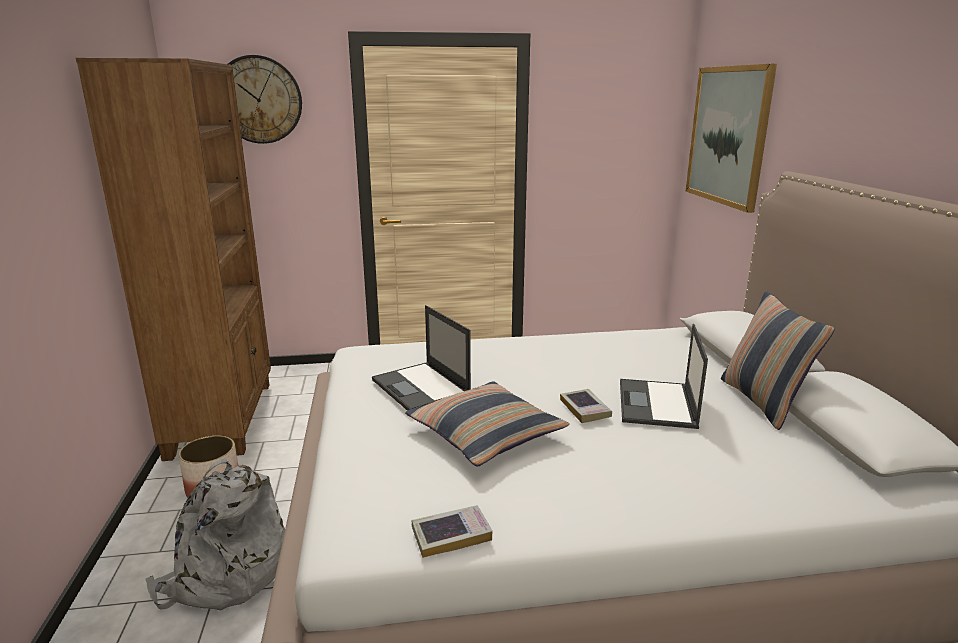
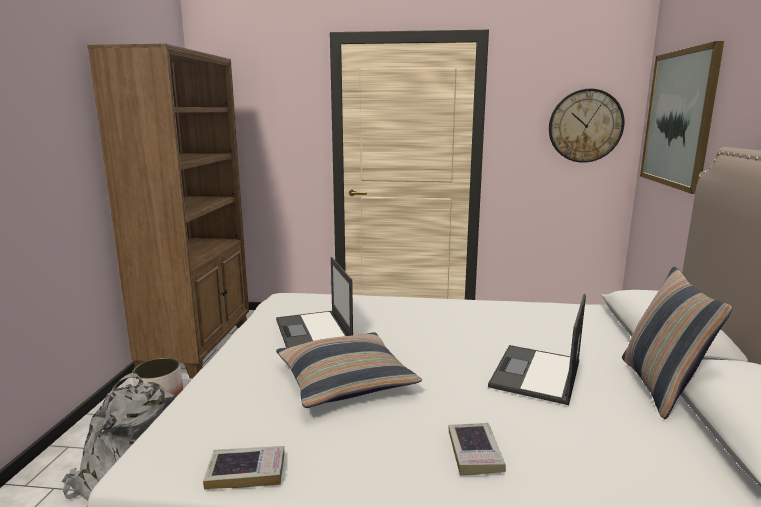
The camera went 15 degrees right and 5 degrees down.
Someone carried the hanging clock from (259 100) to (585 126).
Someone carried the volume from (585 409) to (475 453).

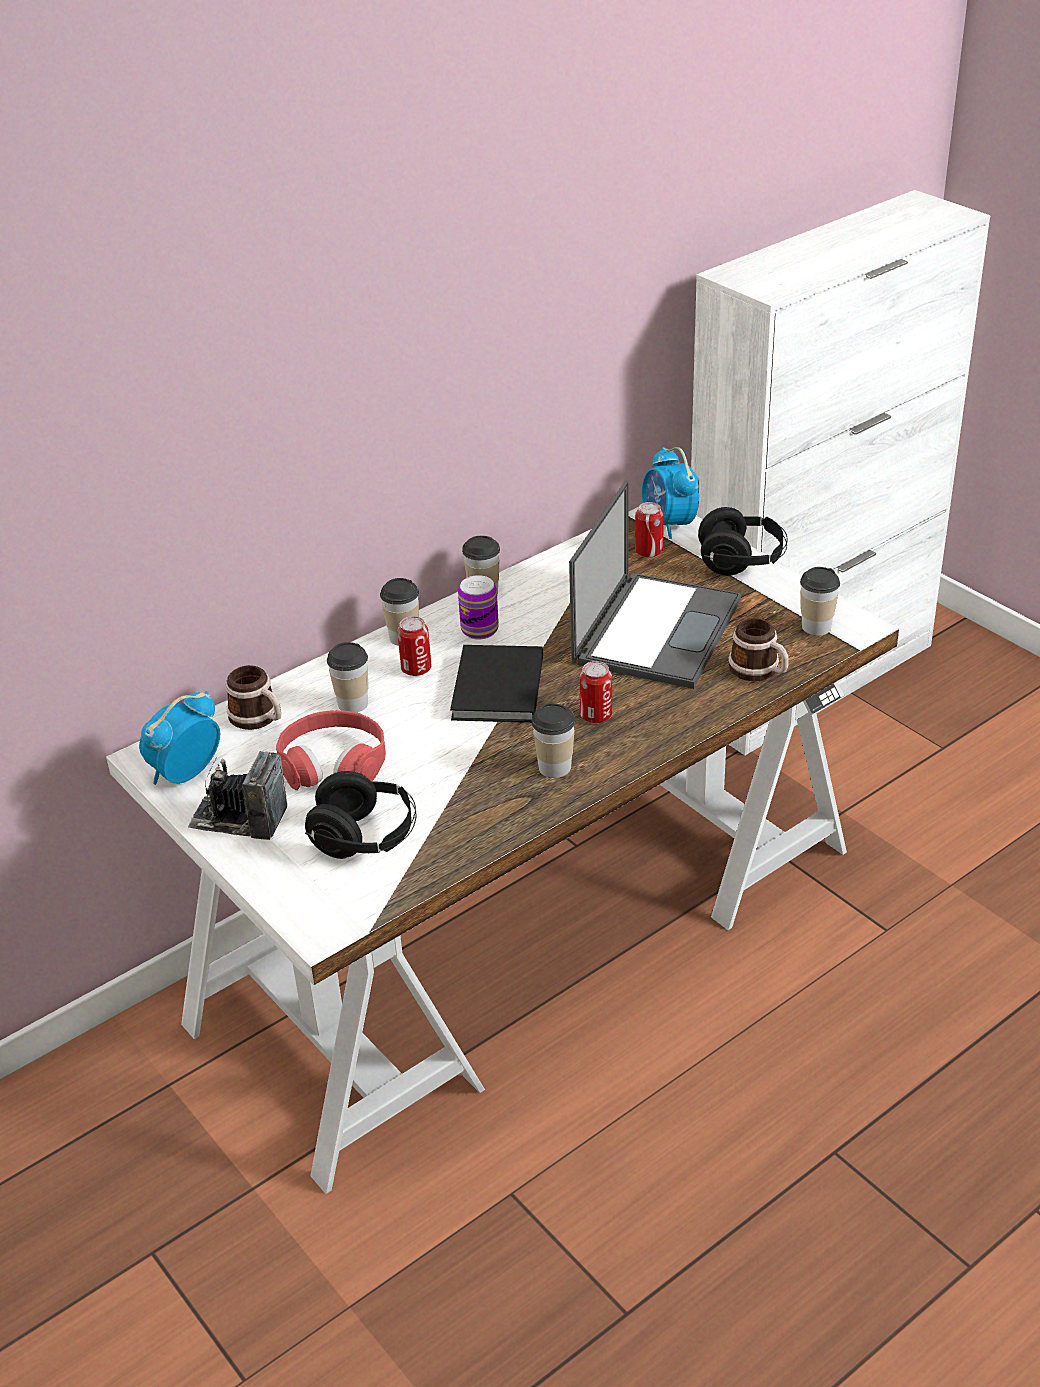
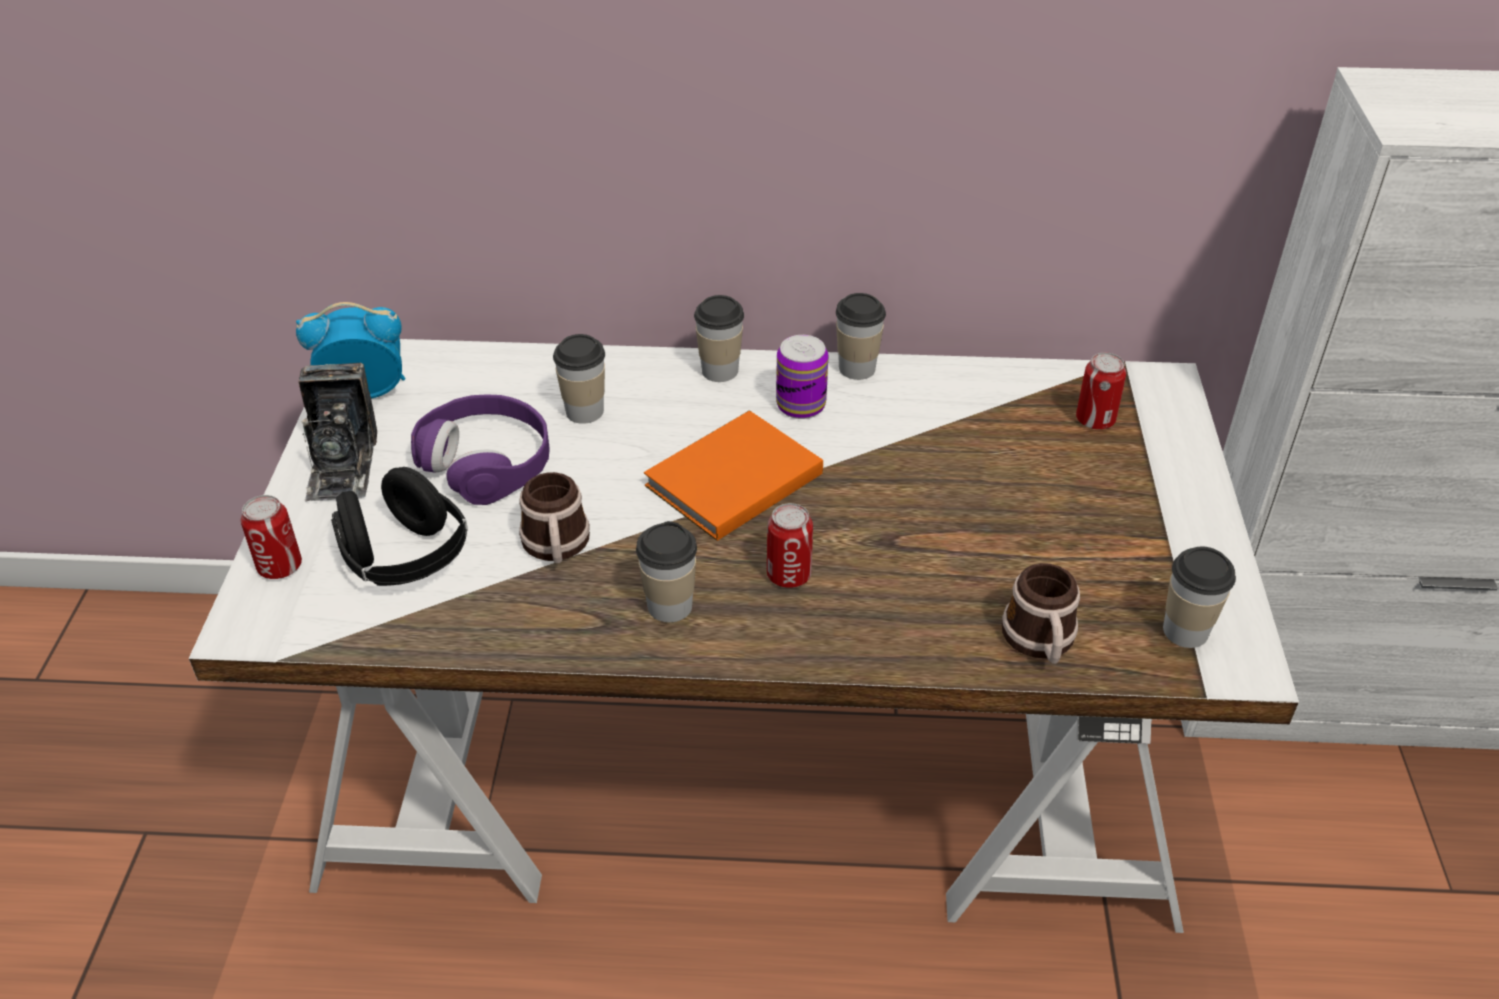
The camera went 40 degrees right and 5 degrees up.
Someone took away the bedside clock at (669 525).
Someone took away the portable computer at (657 629).
Someone took away the black-coloured headset at (742 562).
Someone carried the metal can from (416 669) to (280 566).
Someone repainted the black-coloured volume at (496 690), which became the orange-coloured volume at (729 480).
Someone carried the coffee mug from (259 718) to (556 547).
Someone repainted the red headset at (333 763), which became the purple headset at (487 461).
Someone rotated the still camera at (239 818) by 150 degrees counterclockwise.

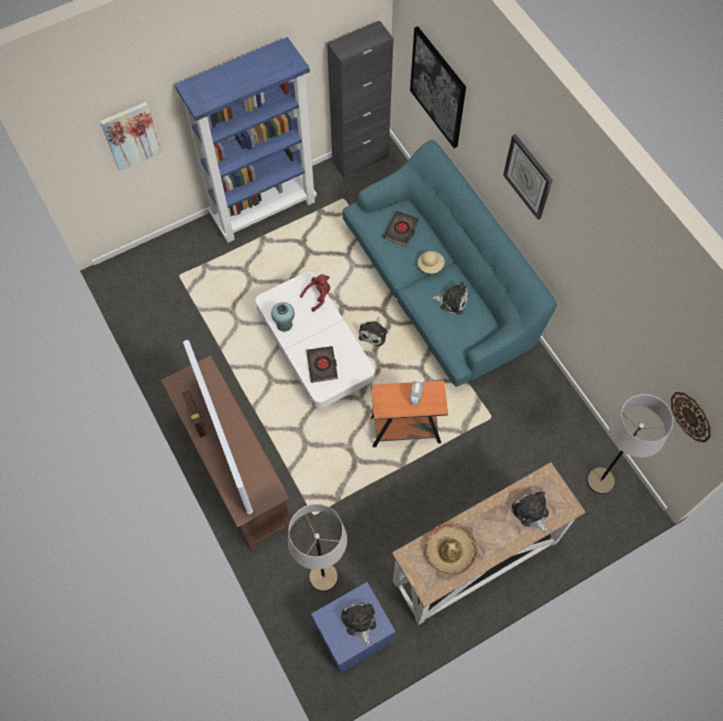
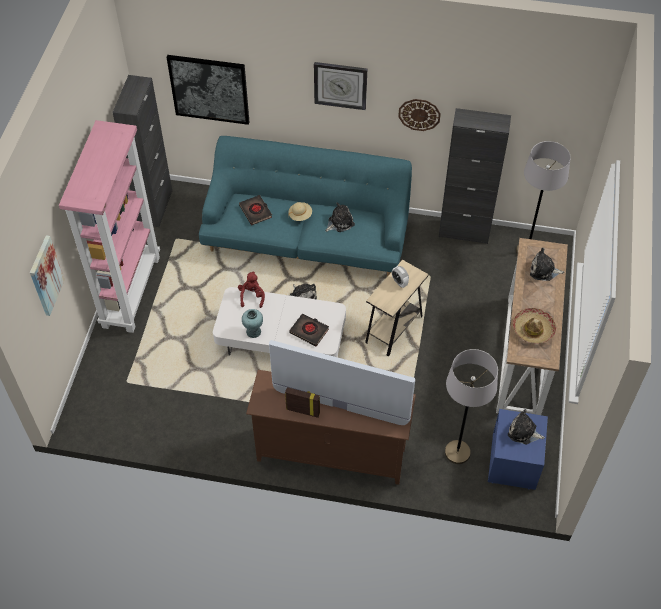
The camera went 50 degrees left and 10 degrees down.
Someone repainted the bluish bookshelf at (264 209), which became the pinkish bookshelf at (131 291).
Someone repainted the orange-coloured side table at (405 430), which became the beige side table at (394 329).
Someone carried the hanging clock from (691 416) to (419 114).
Someone put down the black-coloured storage cabinet at (464 232).

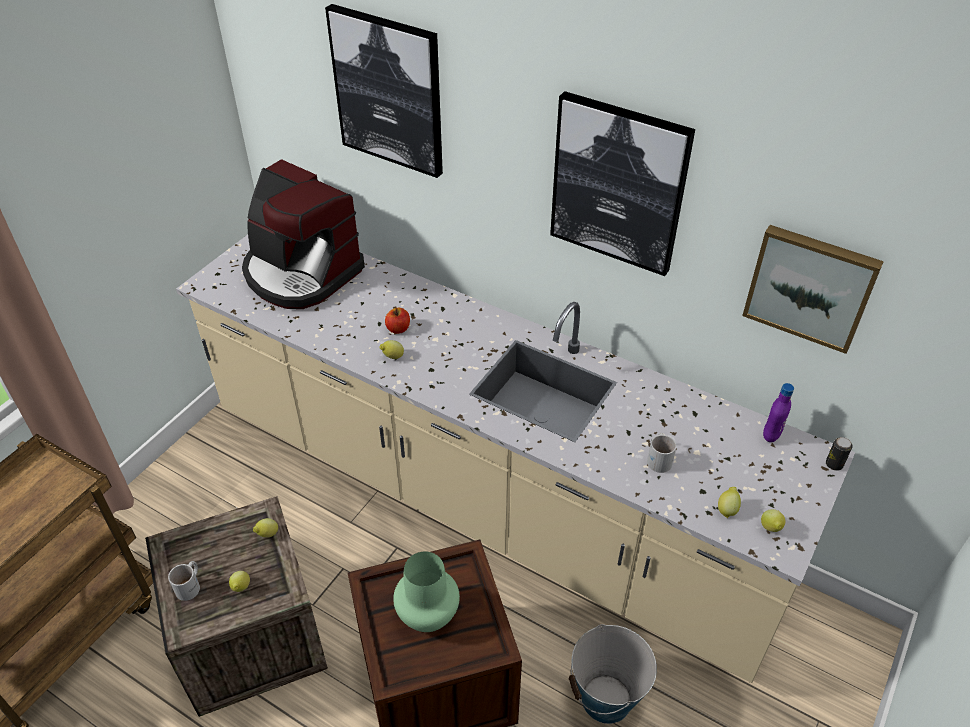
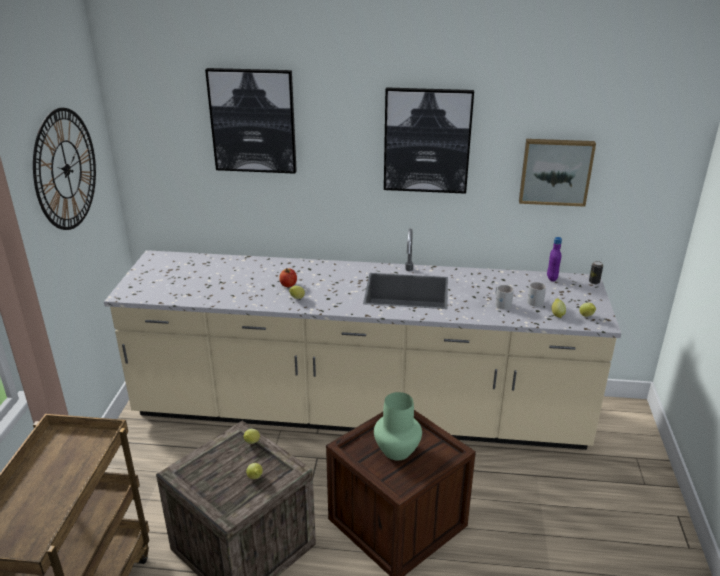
The camera went 25 degrees left and 15 degrees down.
Someone took away the coffee brewer at (301 273).
Someone carried the whitish coffee mug from (191 585) to (534 300).
Someone took away the water bucket at (606 699).
Someone put up the hanging clock at (66 169).

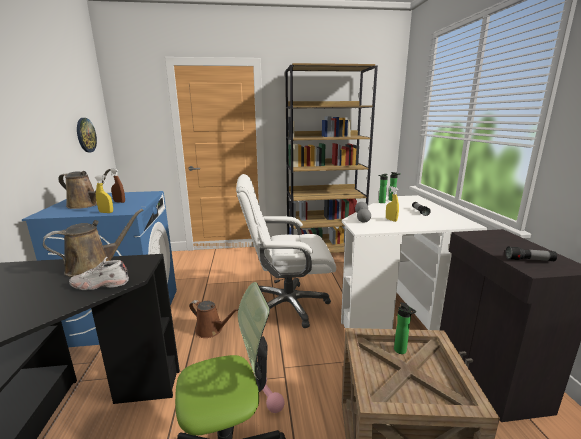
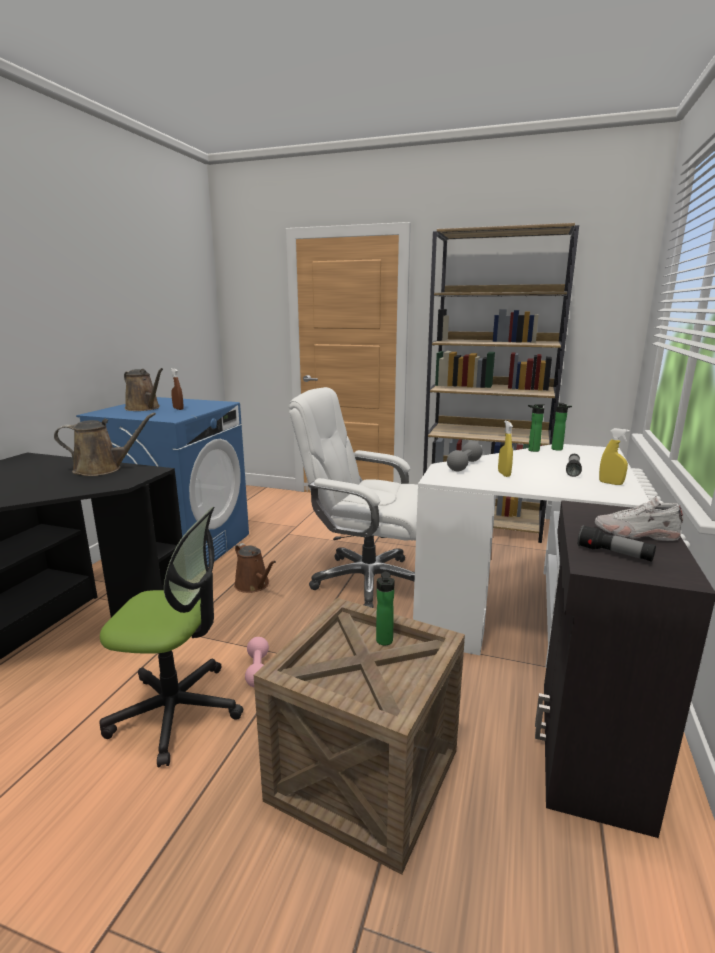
The camera went 25 degrees right and 0 degrees up.
Someone took away the hanging clock at (85 135).
Someone carried the yellow spray bottle from (106 212) to (610 483).
Someone carried the whitish item of footwear from (100 285) to (635 534).

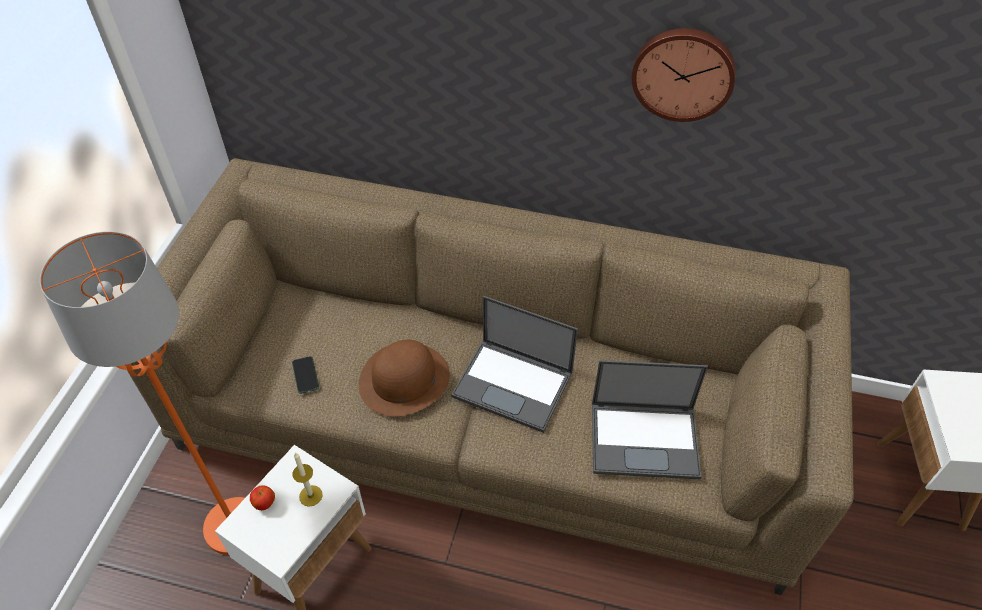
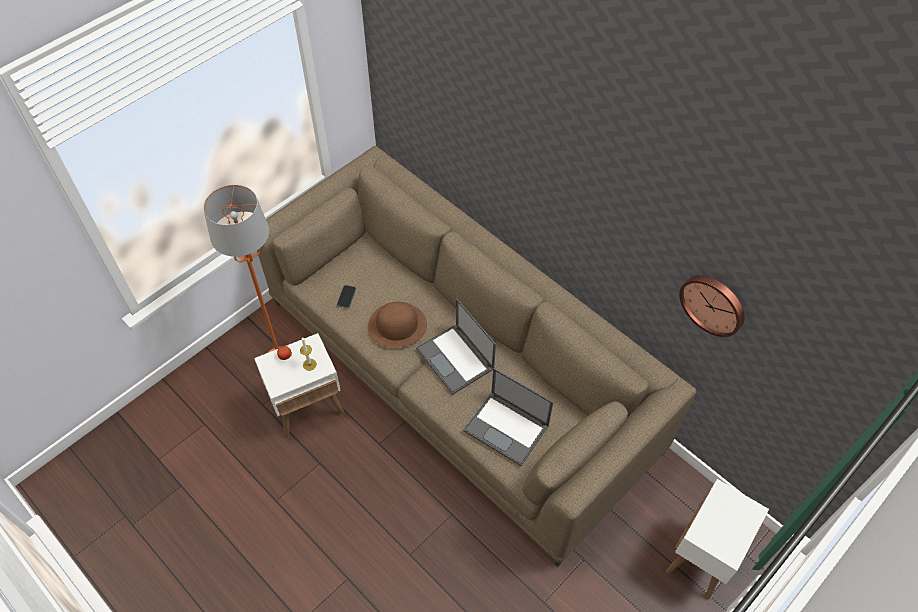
The camera went 30 degrees right and 5 degrees up.
Someone carried the hanging clock from (683 73) to (713 303).

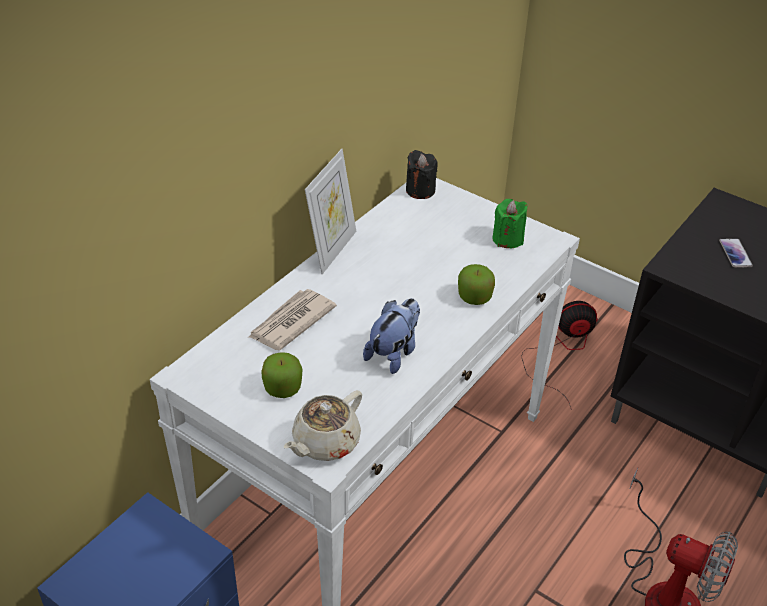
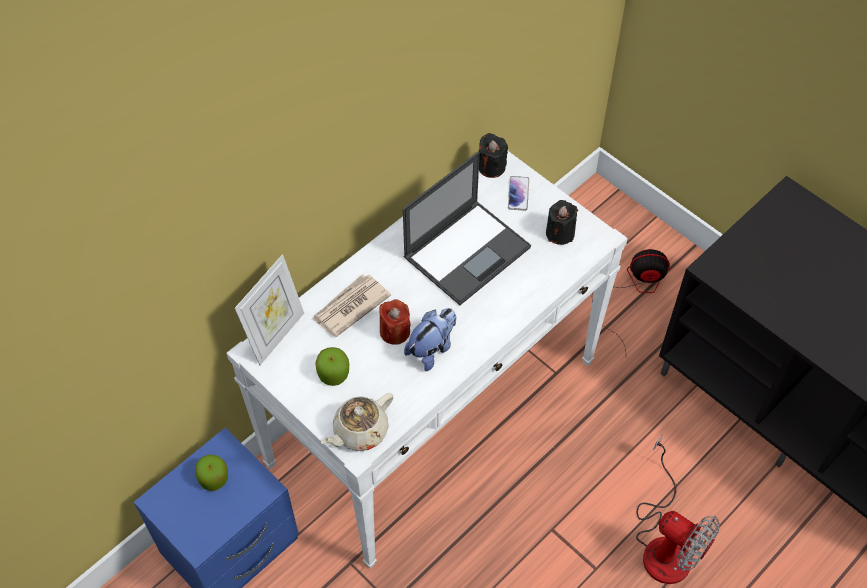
The camera went 10 degrees right and 15 degrees up.
Someone carried the standing frame from (332 250) to (276 335).
Someone repainted the greenish candle at (507 239), which became the black-coloured candle at (560 233).
Someone carried the phone from (735 253) to (518 194).
Someone carried the apple from (474 297) to (214 478).
Someone put down the portable computer at (467 251).
Someone put down the red candle at (395 331).

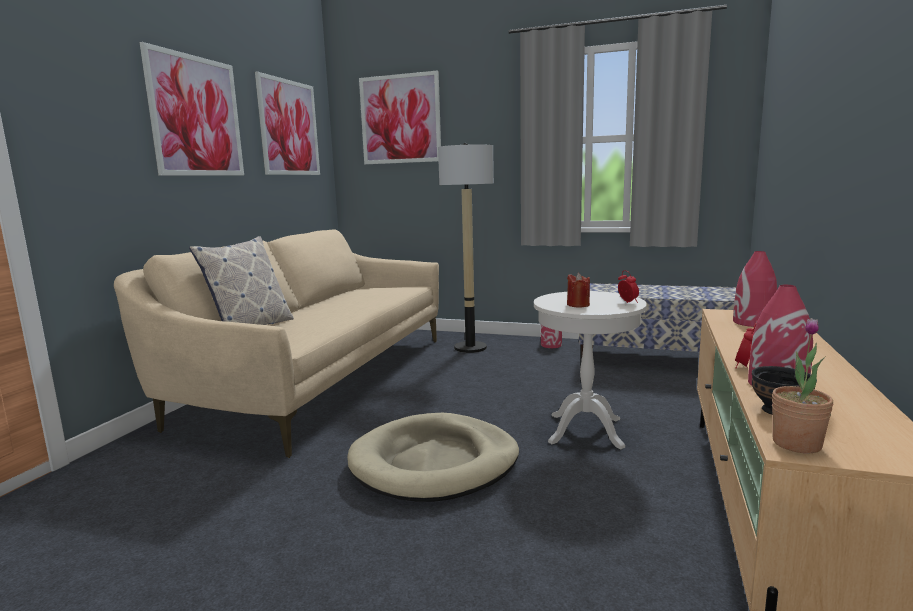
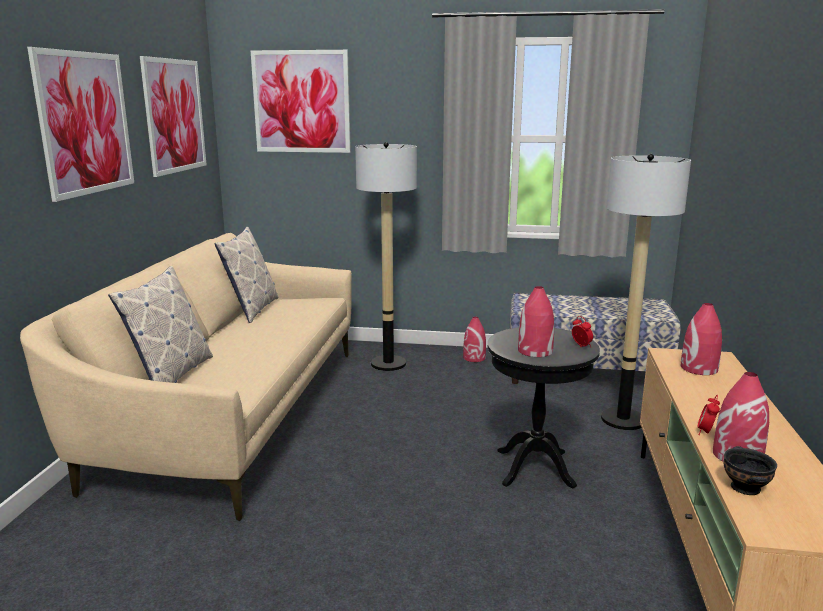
The camera went 10 degrees left and 5 degrees up.
Someone swapped the red candle at (578 305) for the red vase at (535 351).
Someone repainted the whitish side table at (585 430), which became the black-coloured side table at (534 468).
Someone took away the potted plant at (796 444).
Someone took away the beige pet bed at (435 463).
Someone put down the floor lamp at (623 420).
Someone put down the pillow at (251 309).

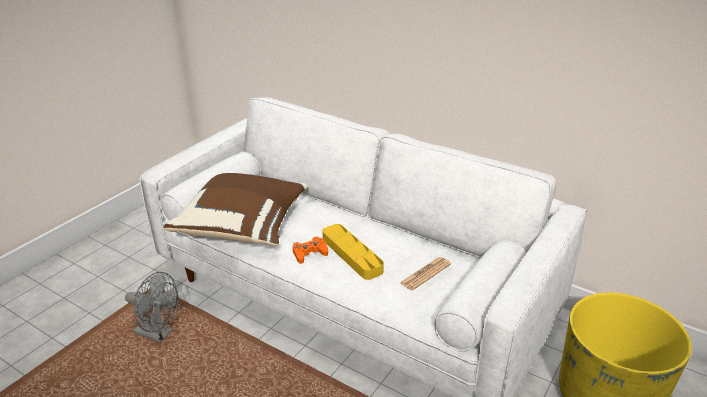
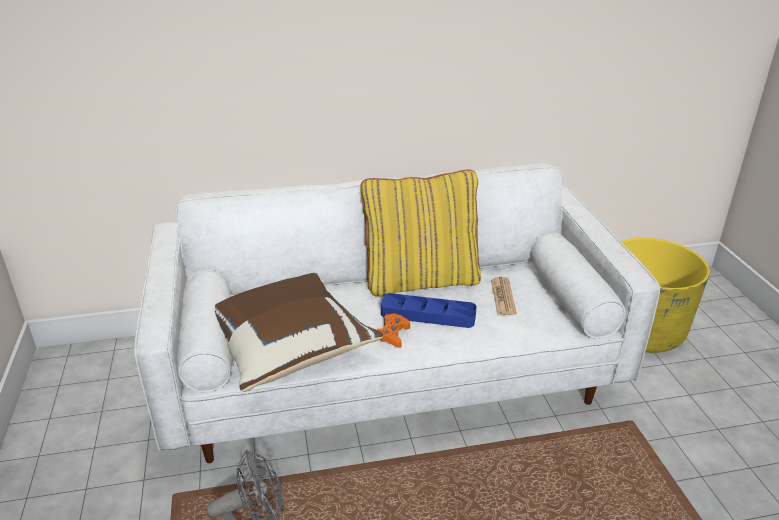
The camera went 45 degrees left and 0 degrees up.
Someone repainted the yellow serving tray at (351 255), which became the bluish serving tray at (428 315).
Someone put down the yellow pillow at (421 280).

